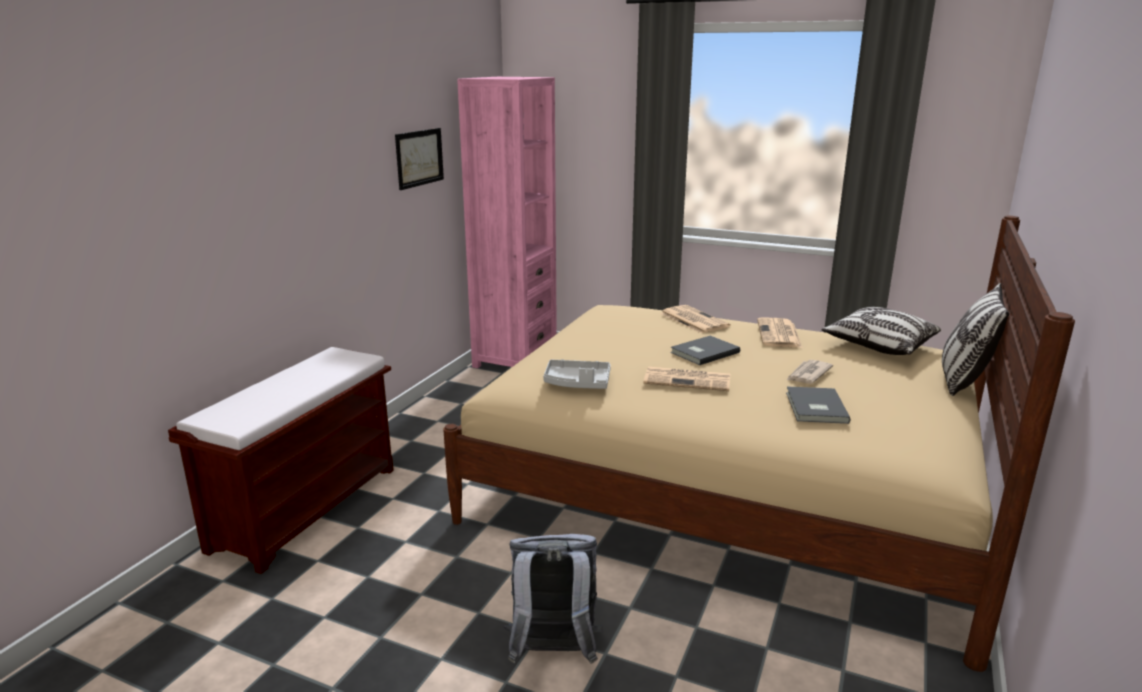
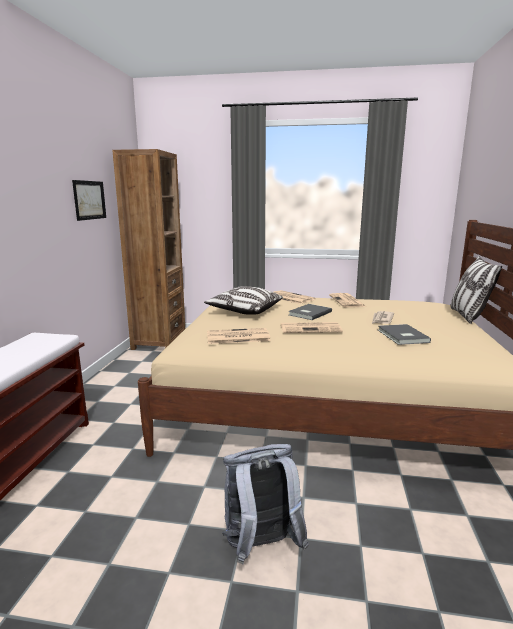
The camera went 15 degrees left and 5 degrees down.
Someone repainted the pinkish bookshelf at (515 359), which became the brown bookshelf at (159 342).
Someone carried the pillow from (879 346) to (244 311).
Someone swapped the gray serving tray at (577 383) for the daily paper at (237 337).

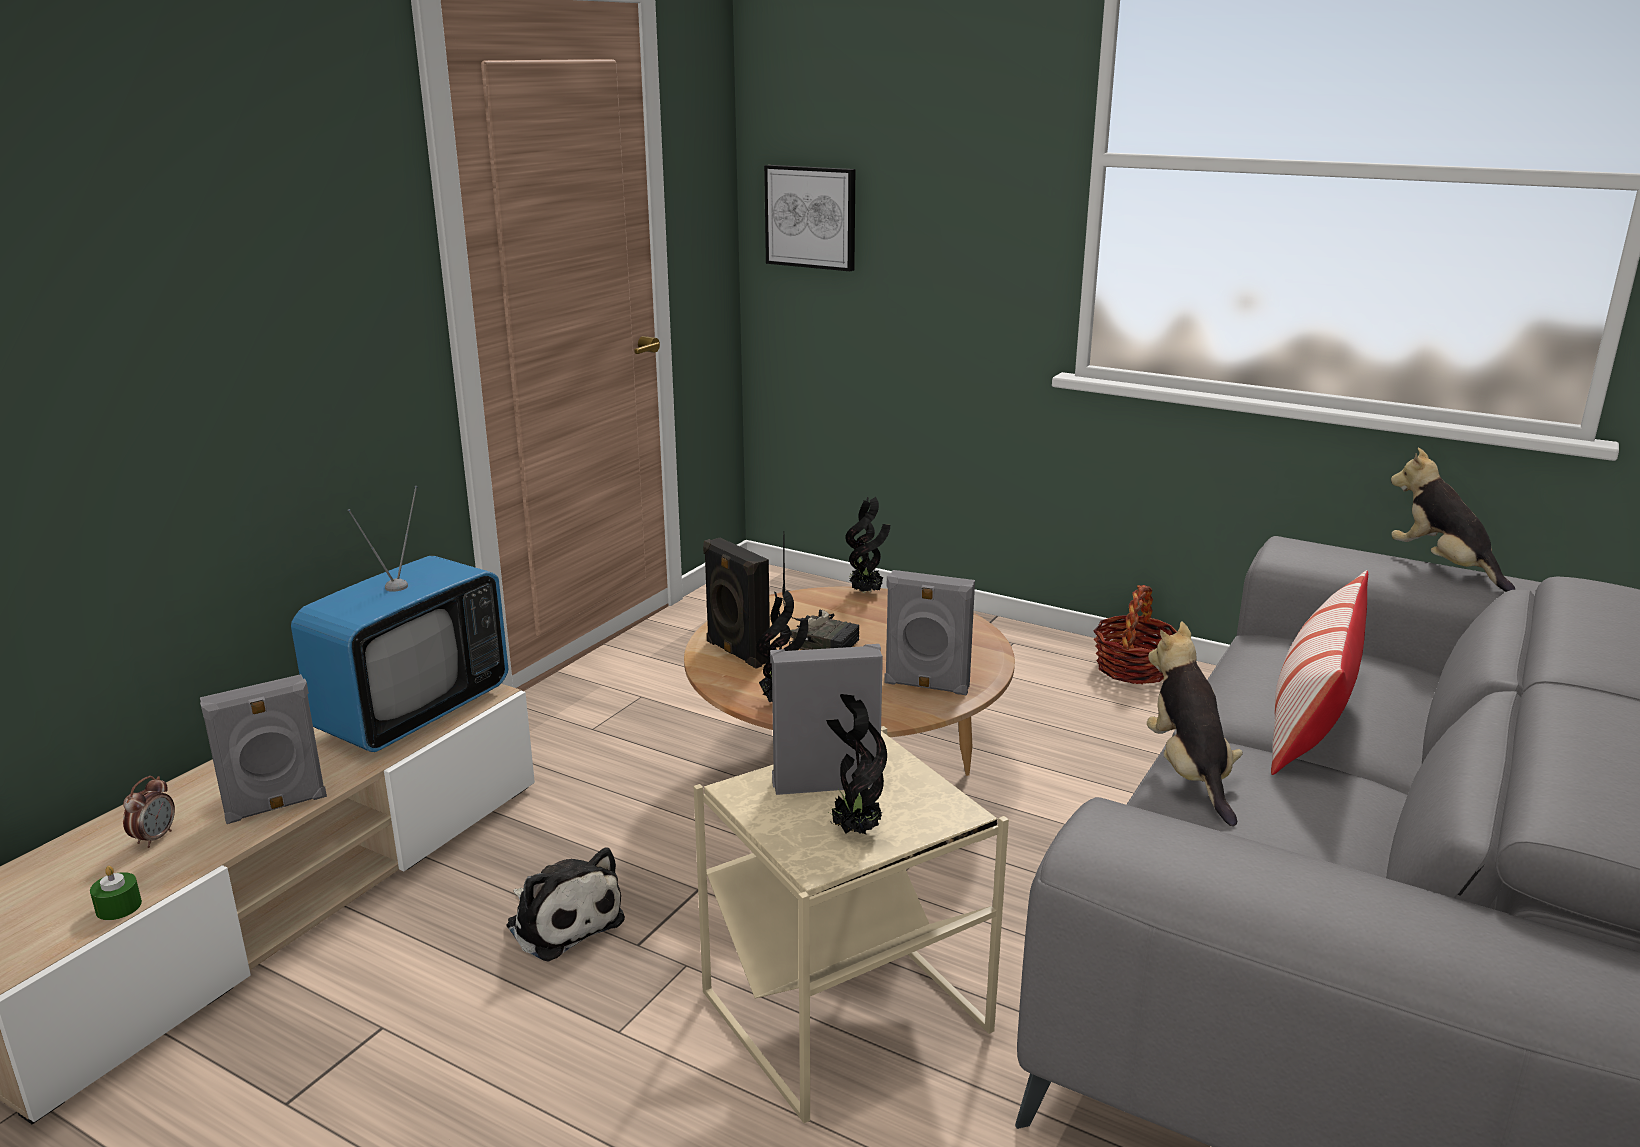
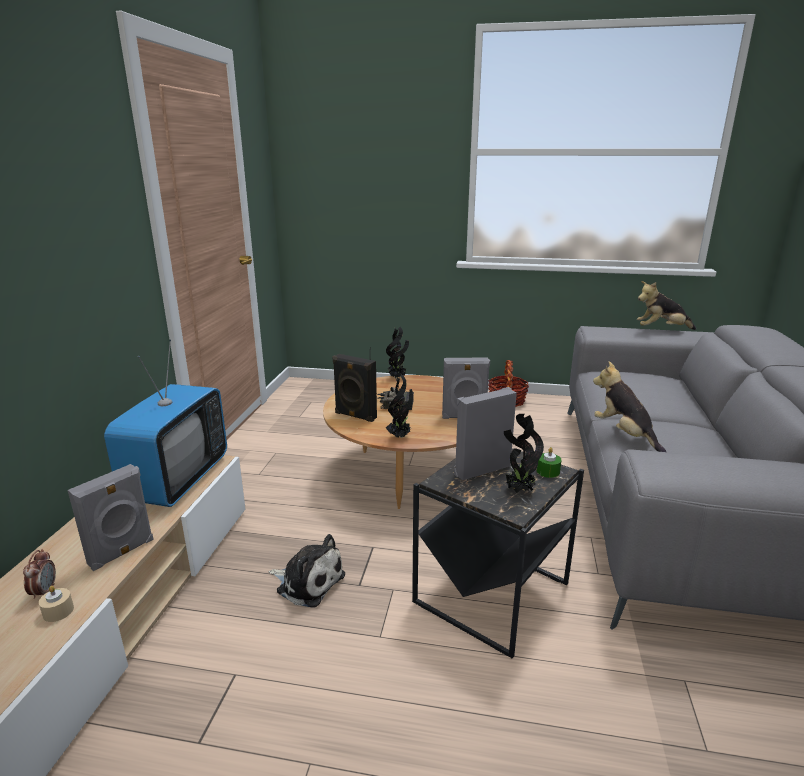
The camera went 20 degrees left and 0 degrees up.
Someone took away the picture at (811 217).
Someone rotated the plush toy at (1443 567) by 45 degrees counterclockwise.
Someone took away the pillow at (1310 719).
Someone repainted the beige side table at (848 1013), which became the black-coloured side table at (493 593).
Someone carried the greenish candle from (119 907) to (548 471).
Someone put down the beige candle at (58 611).

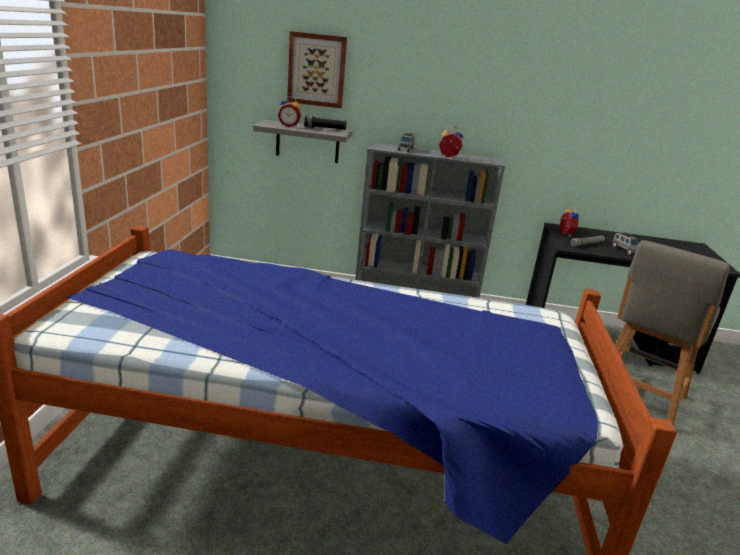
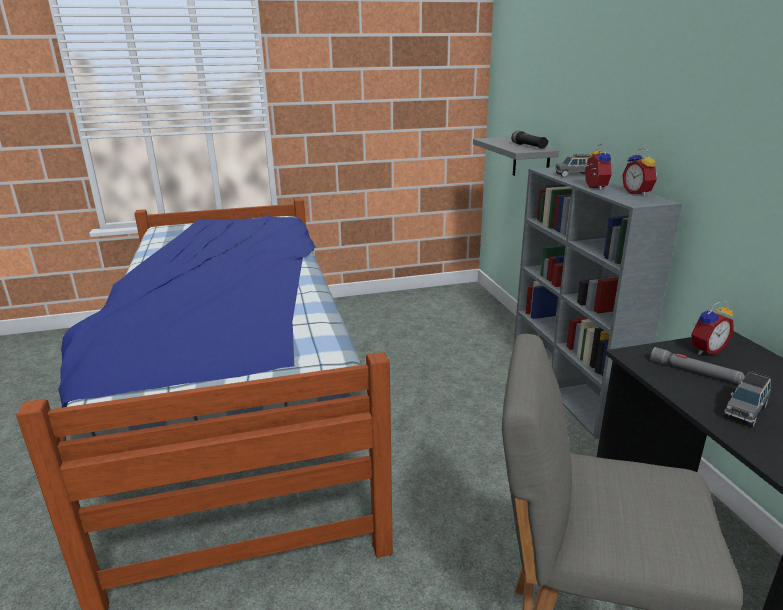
The camera went 70 degrees right and 0 degrees up.
Someone took away the picture at (317 70).
Someone carried the bedside clock from (289 126) to (638 193).

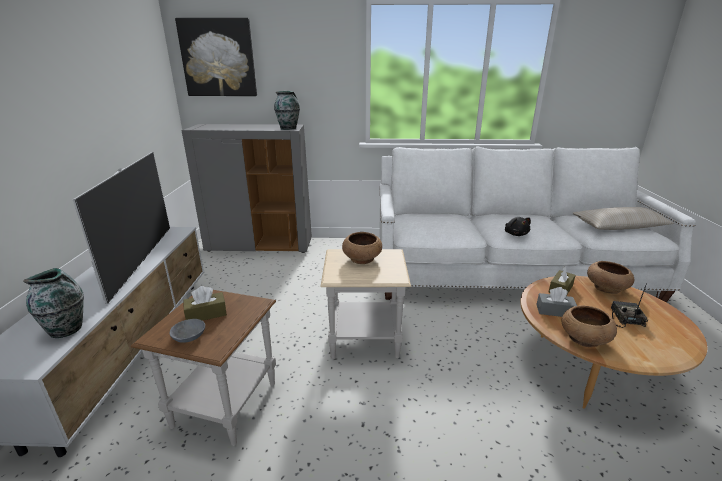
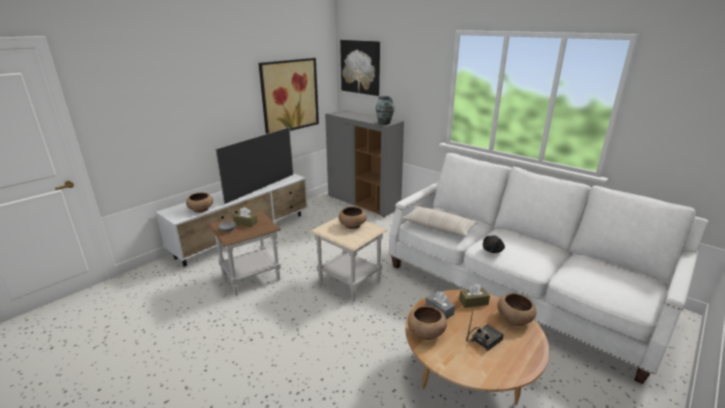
The camera went 40 degrees right and 0 degrees up.
Someone carried the beige pillow from (619 227) to (438 227).
Someone swapped the vase at (67 329) for the brown serving bowl at (201 209).
Someone put up the picture at (290 95).

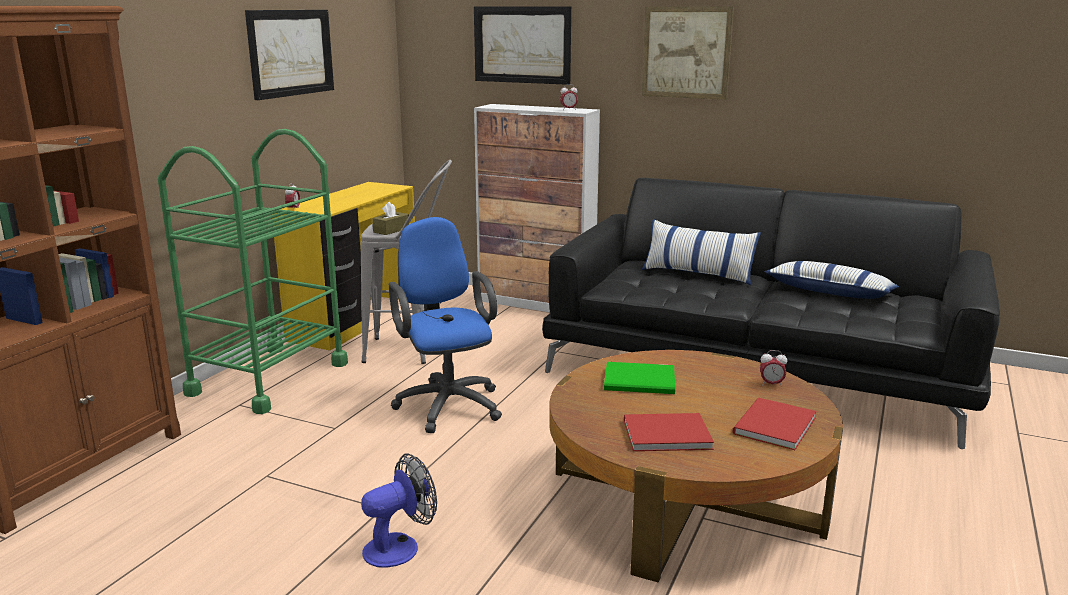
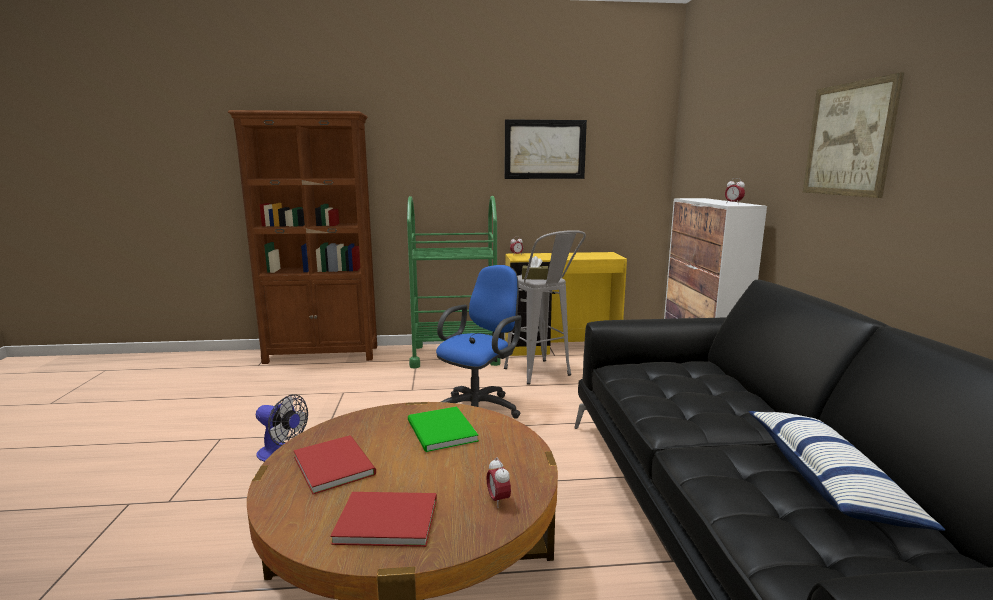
The camera went 60 degrees right and 5 degrees down.
Someone took away the picture at (522 44).
Someone took away the pillow at (698 274).

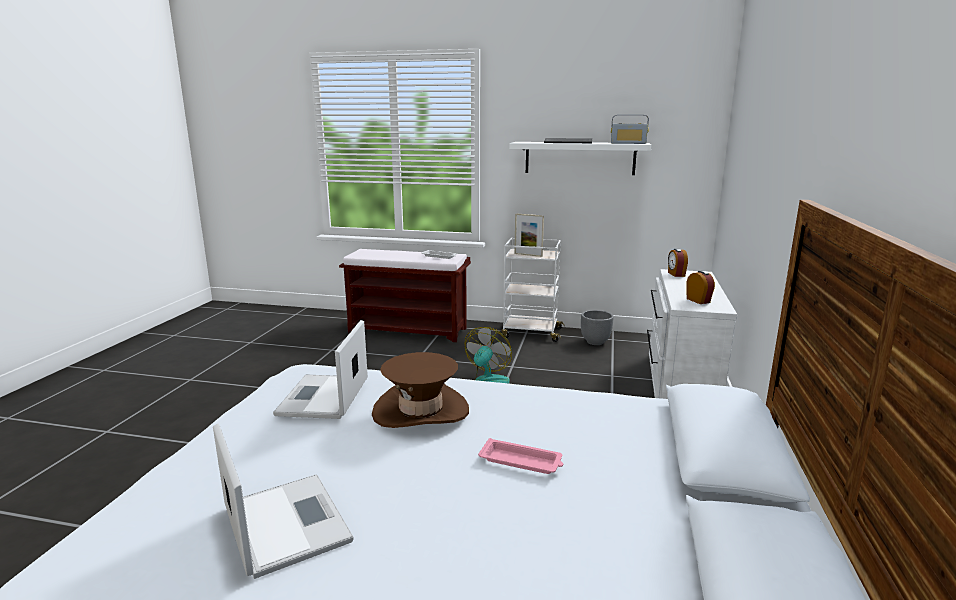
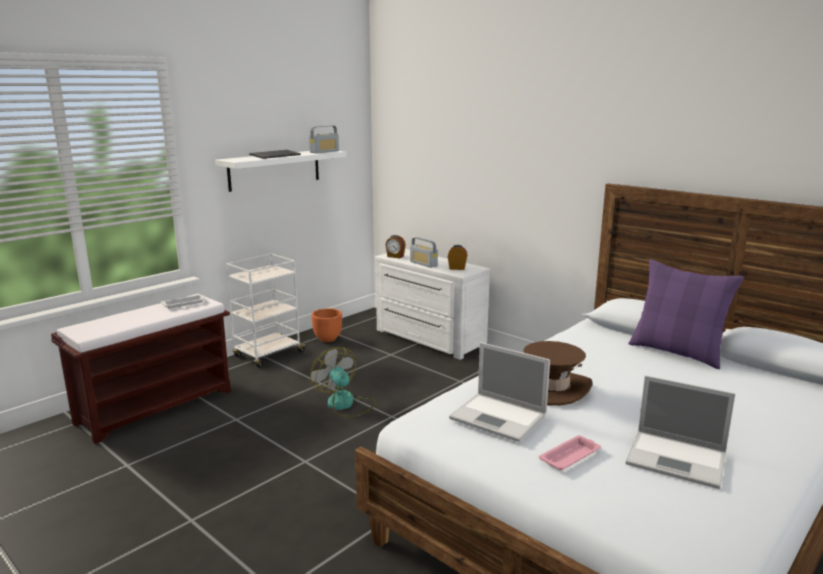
The camera went 60 degrees left and 0 degrees up.
Someone took away the standing frame at (528 255).
Someone repainted the gray plant pot at (595 342), which became the orange-coloured plant pot at (327 339).
Someone rotated the portable computer at (285 522) by 150 degrees counterclockwise.
Someone carried the pinkish serving tray from (522 461) to (570 456).
Someone put down the radio receiver at (423 264).
Someone put down the purple pillow at (677 352).

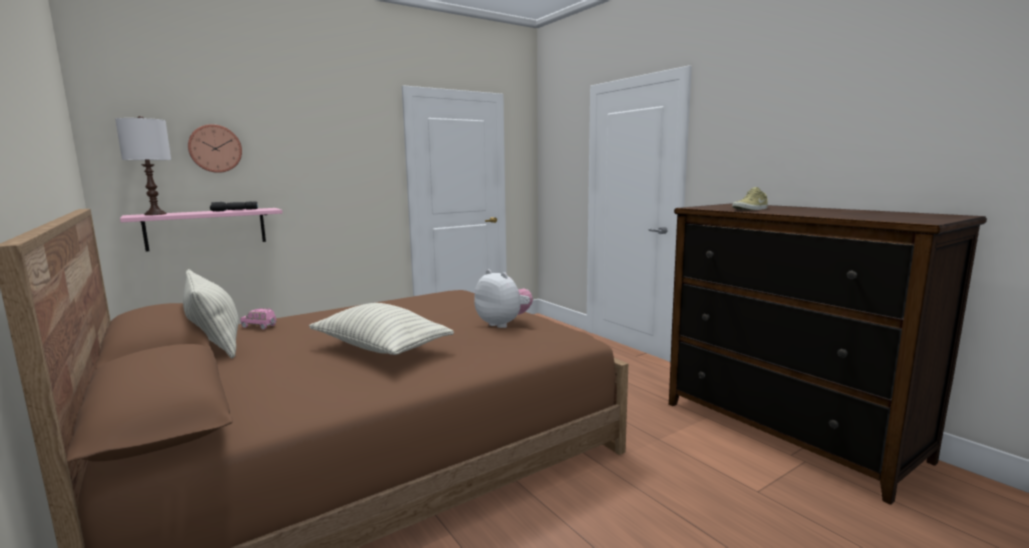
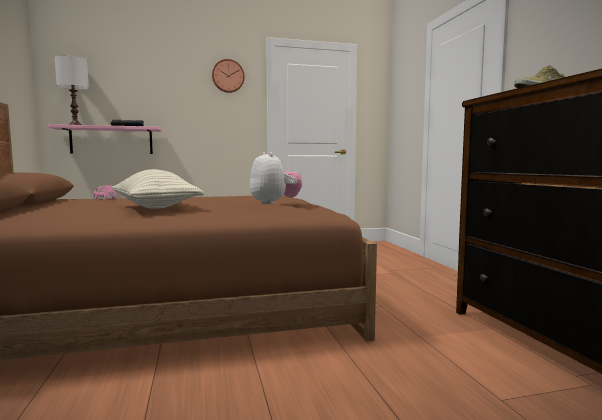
The camera went 20 degrees right and 5 degrees down.
Someone carried the hanging clock from (215 148) to (228 76).
Someone took away the pillow at (215 342).

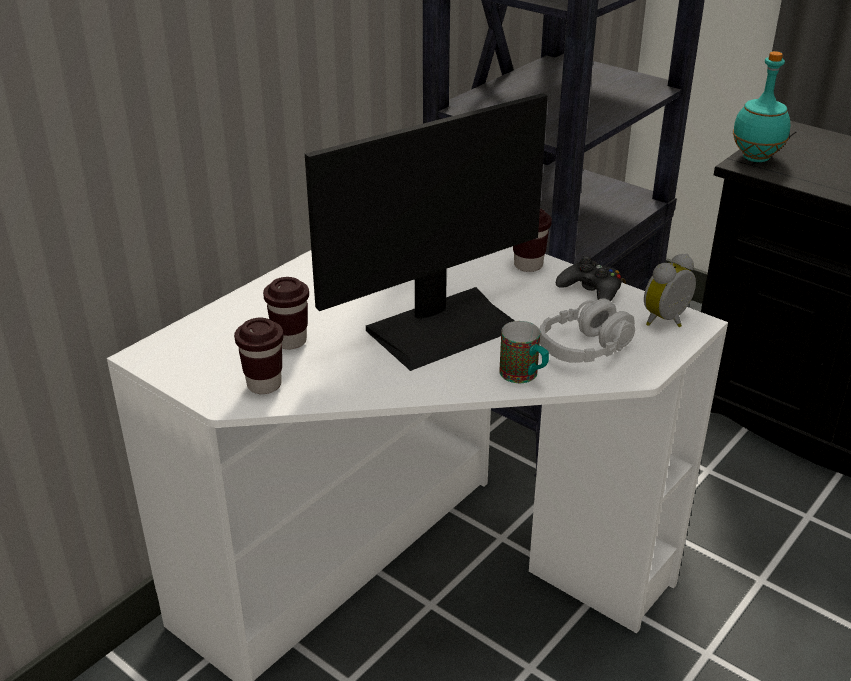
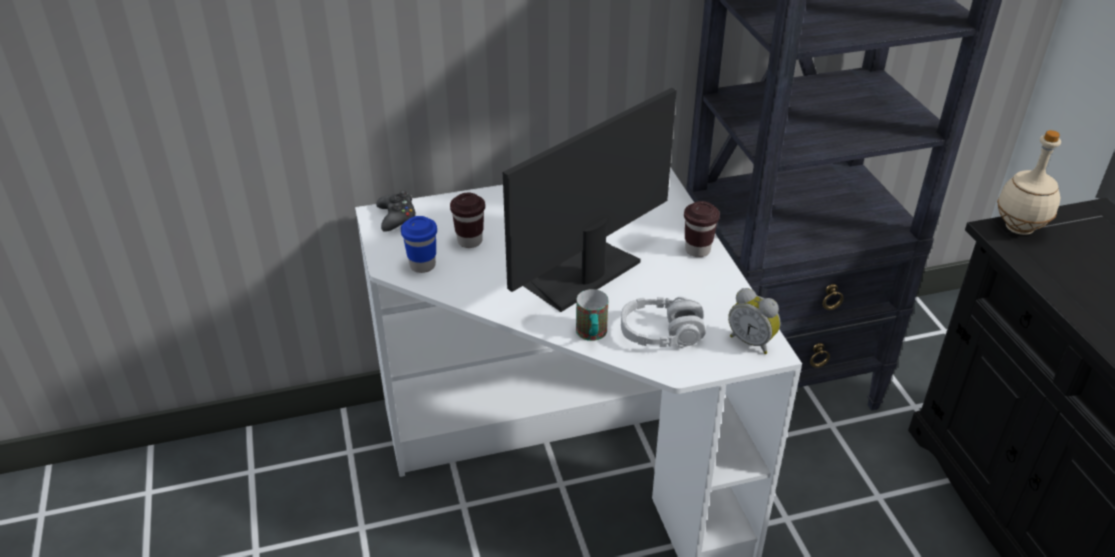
The camera went 35 degrees right and 5 degrees up.
Someone repainted the turquoise-coloured bottle at (755 158), which became the beige bottle at (1018 228).
Someone rotated the monitor at (443 326) by 135 degrees clockwise.
Someone rotated the bedside clock at (668 321) by 135 degrees counterclockwise.
Someone carried the black-coloured joypad from (591 290) to (397 218).
Someone repainted the brown drinking cup at (264 385), which became the bluish drinking cup at (422 265).

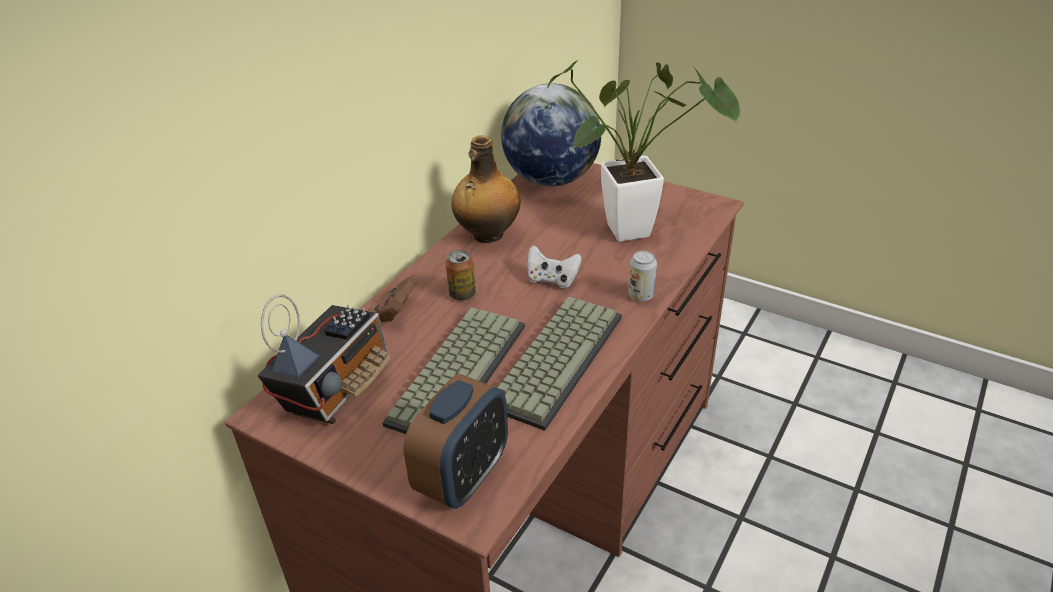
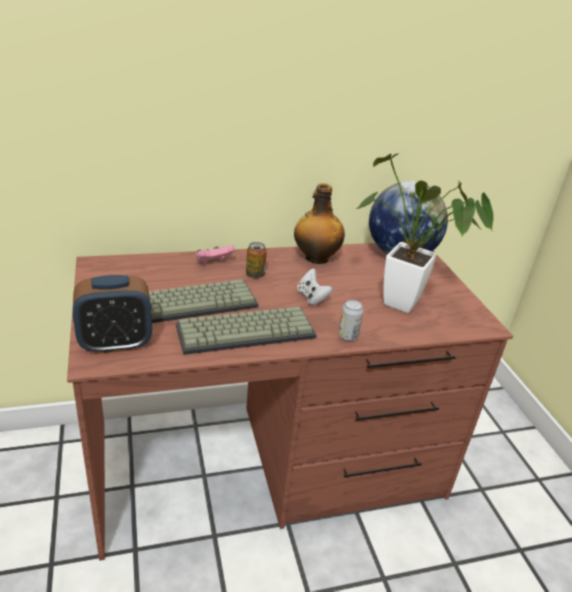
The camera went 40 degrees right and 5 degrees down.
Someone repainted the brown joypad at (398 312), which became the pinkish joypad at (213 263).
Someone took away the radio receiver at (337 389).

